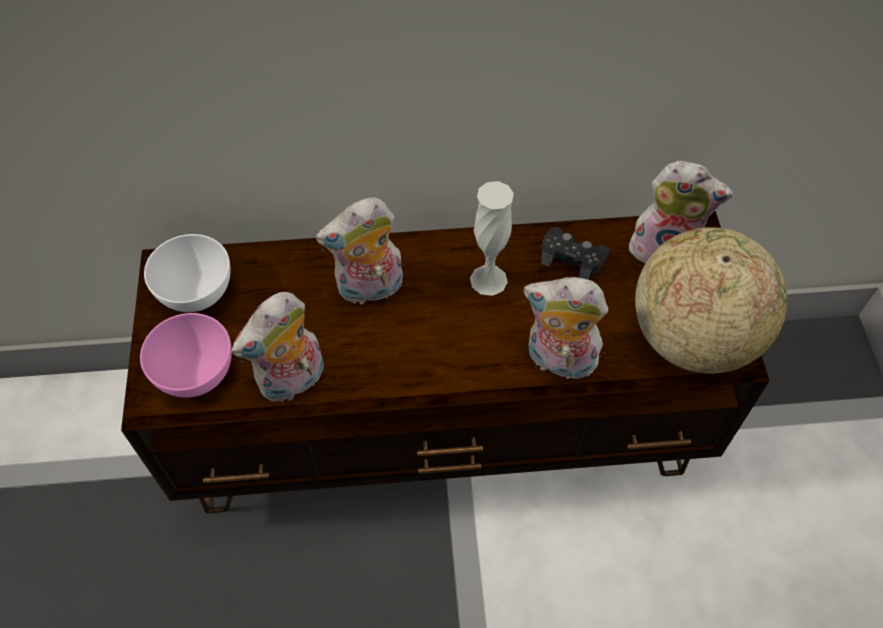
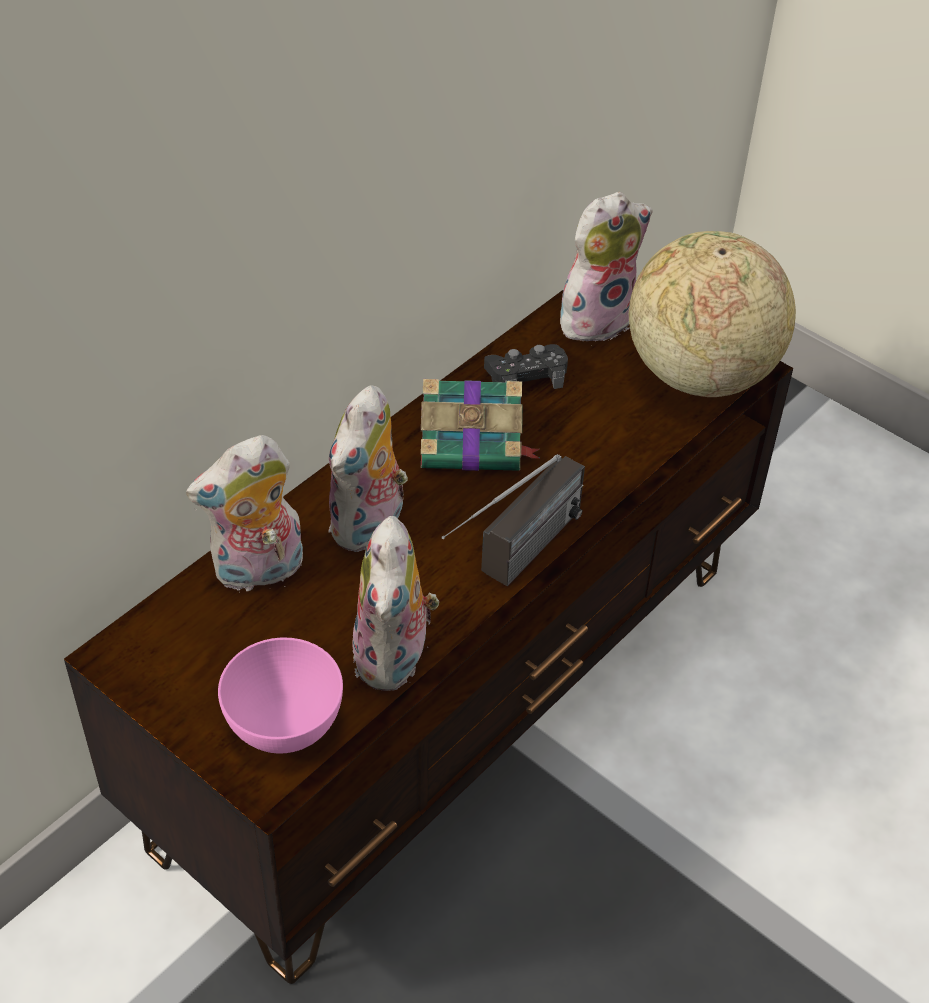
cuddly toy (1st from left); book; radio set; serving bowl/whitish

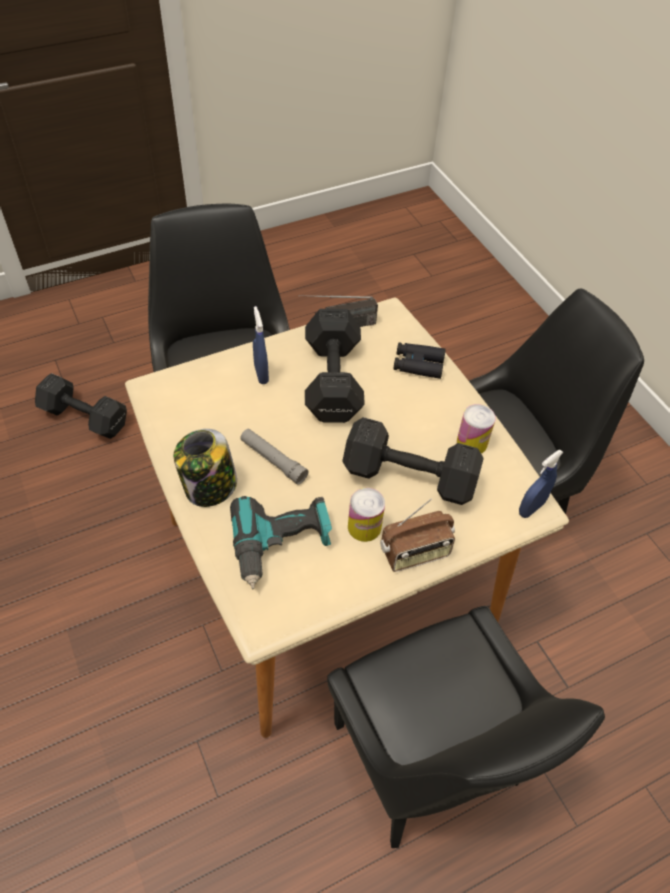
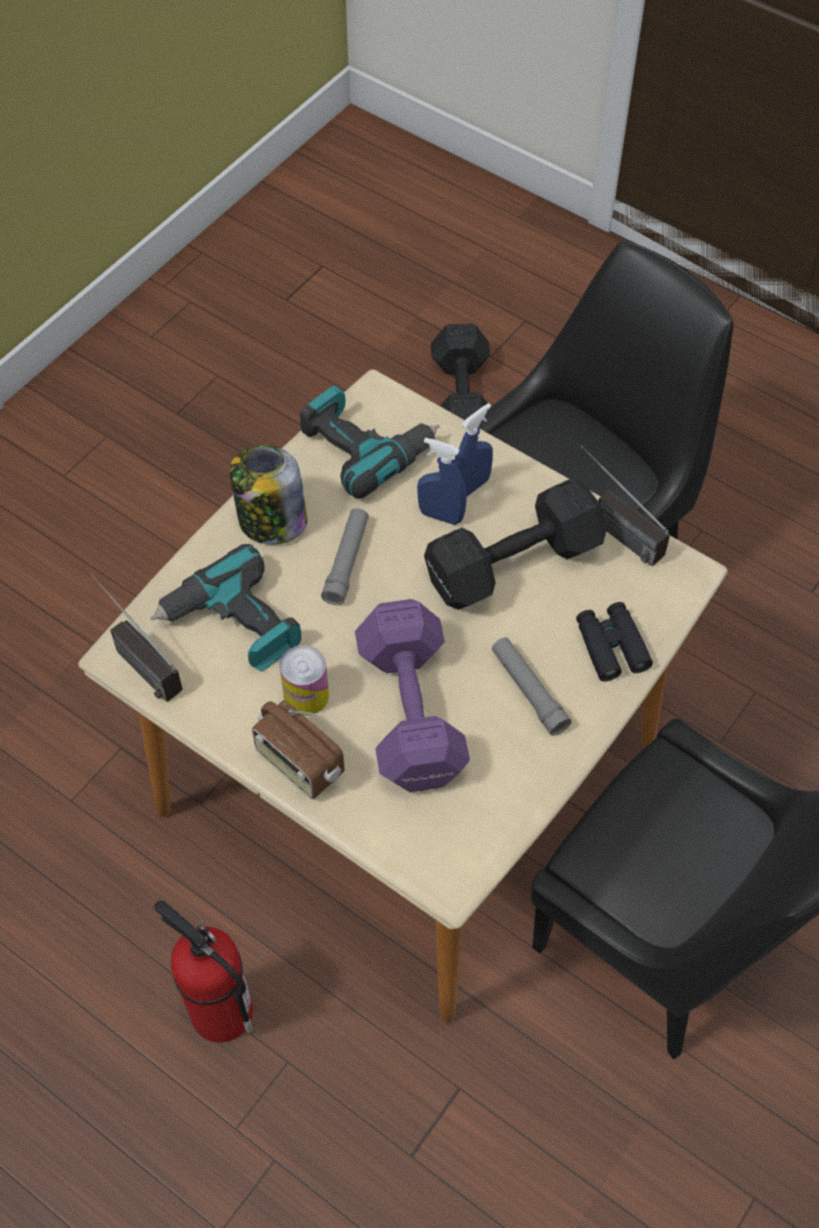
radio set (1st from left); fire-fighting cylinder; drill (2nd from left); dumbbell/purplish; sprayer/blue-coloured (1st from left); flashlight/gray (2nd from left); metal can (2nd from left in the first image)

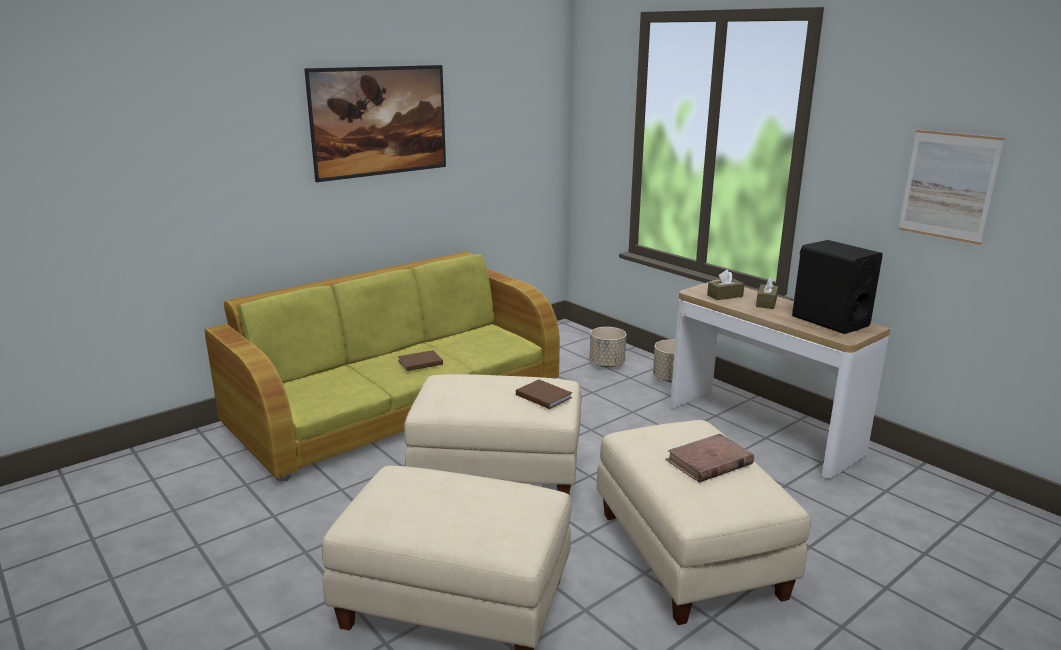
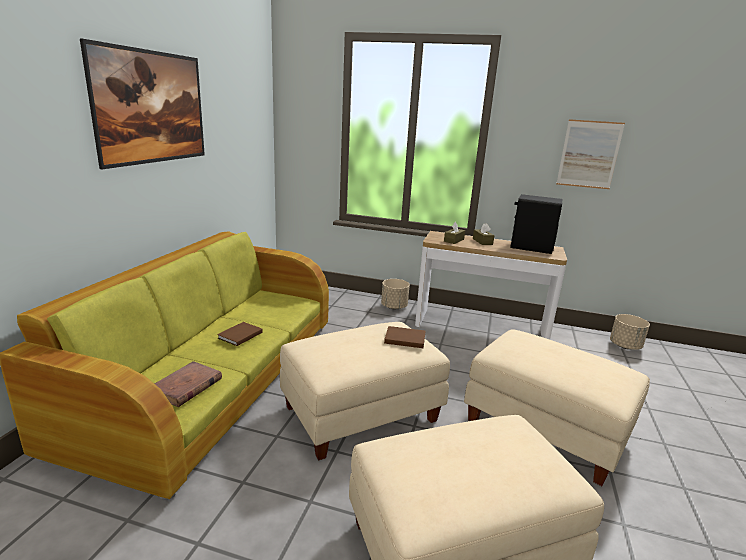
book/brownish (1st from left); flower pot/beige-coloured (2nd from left)

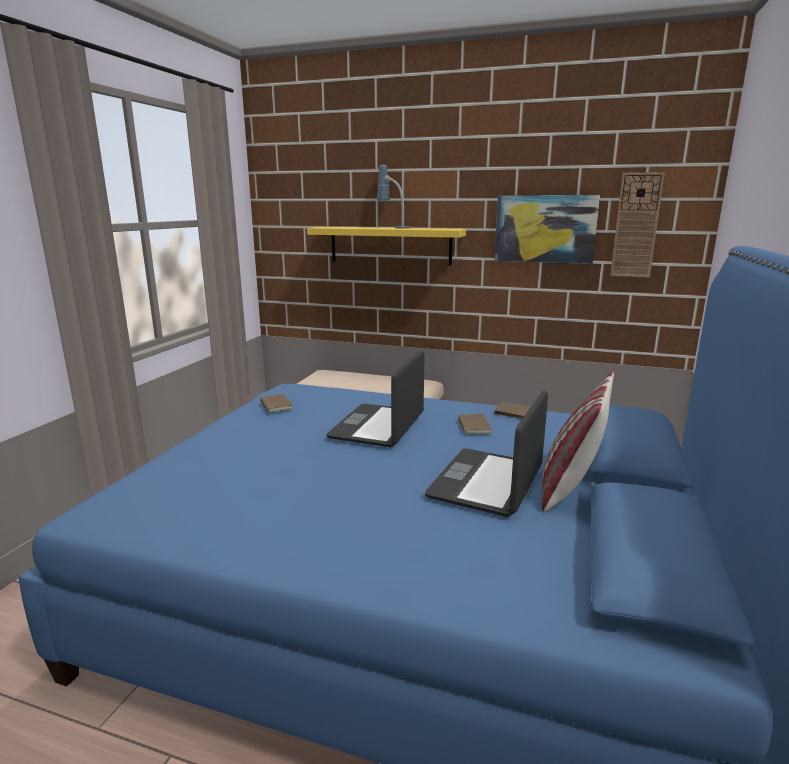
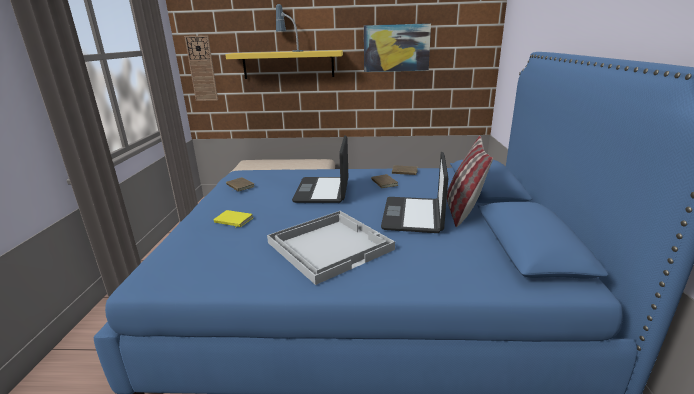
hanging clock; book/yellow; tray/whitish

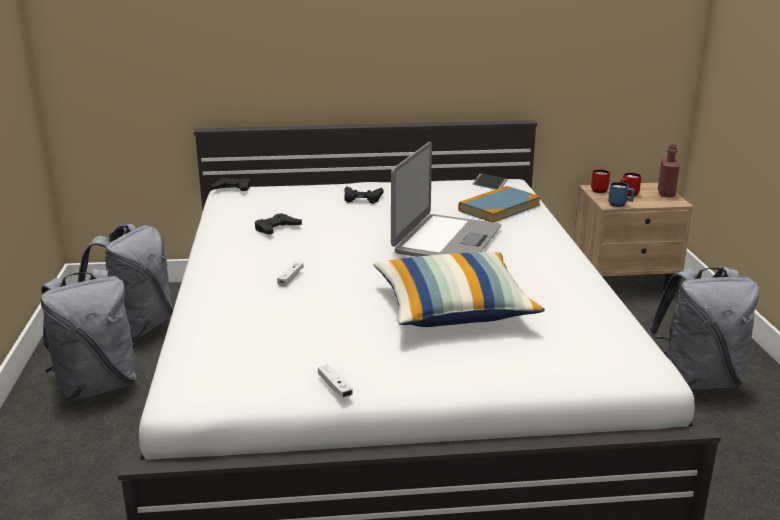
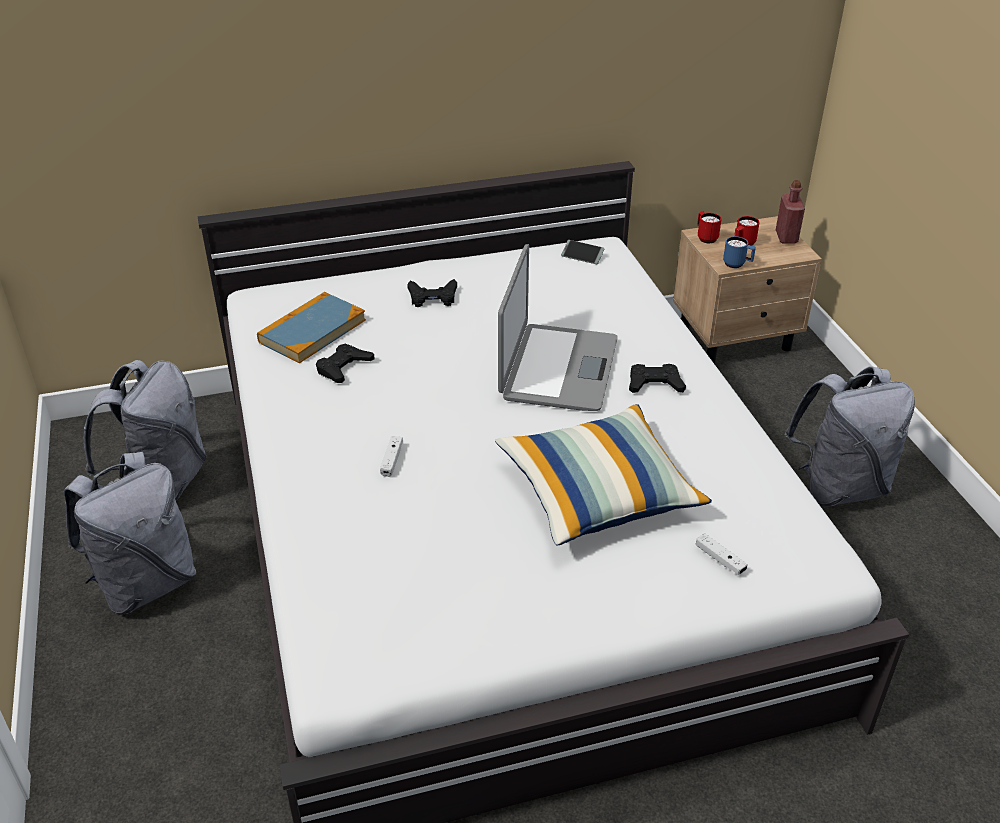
book; joypad/black-coloured (3rd from left); joypad/whitish (2nd from left)

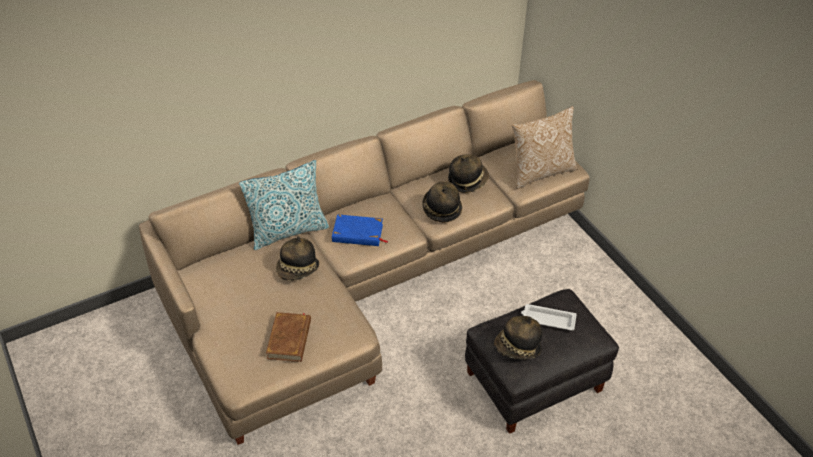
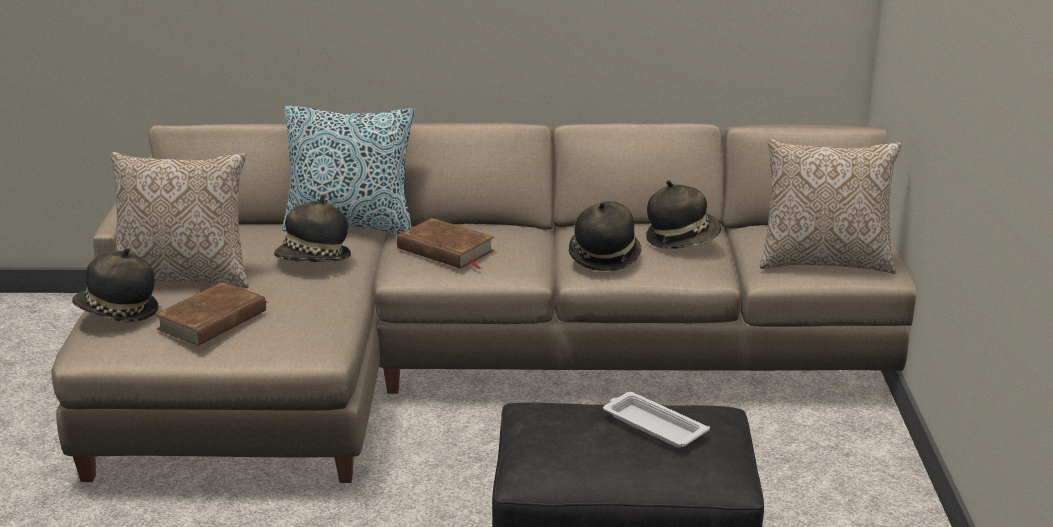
hat (1st from left); pillow (1st from left); book/brownish (2nd from left)

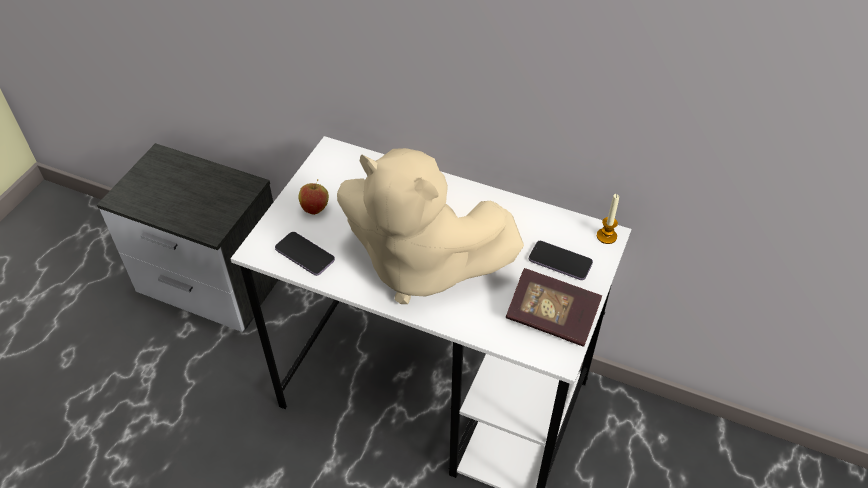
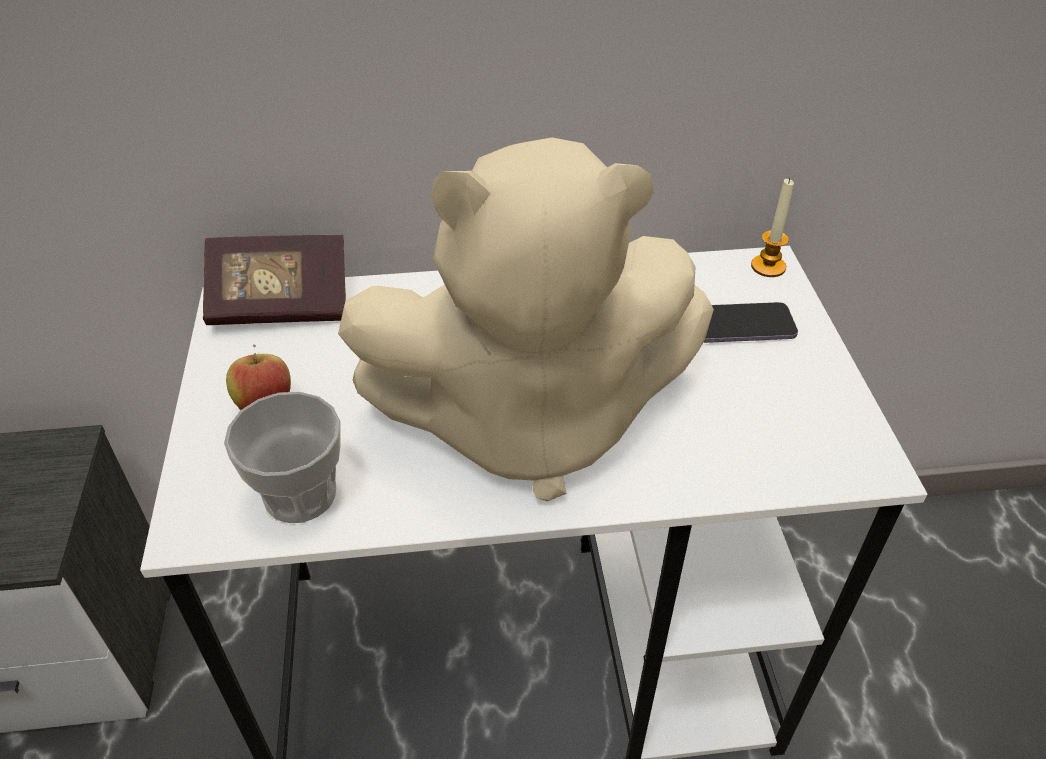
book; cup

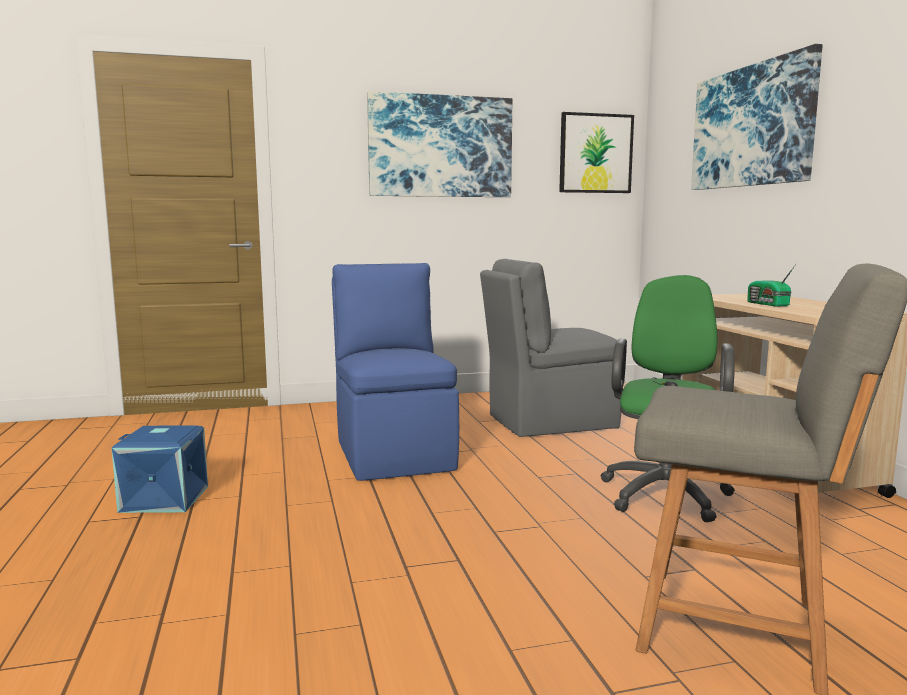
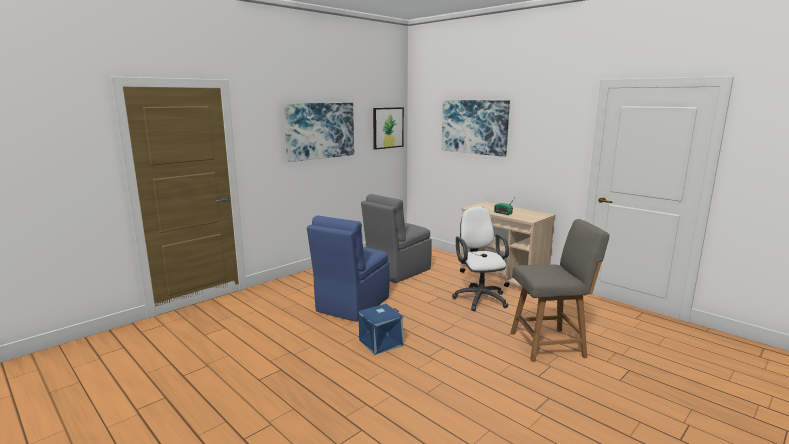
plain chair/blue-coloured; storage box/blue-coloured; computer chair/whitish

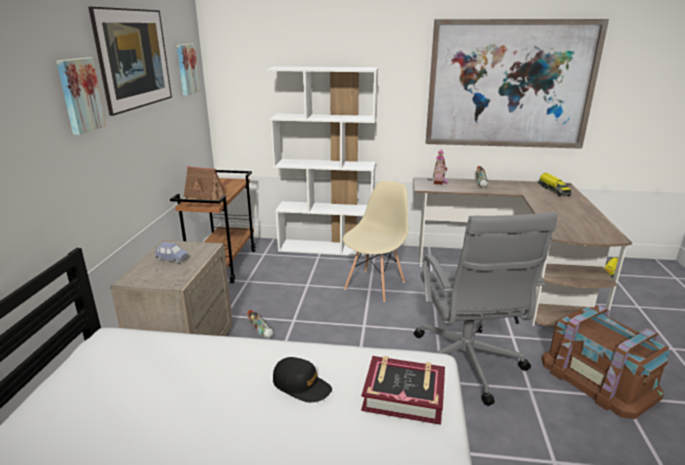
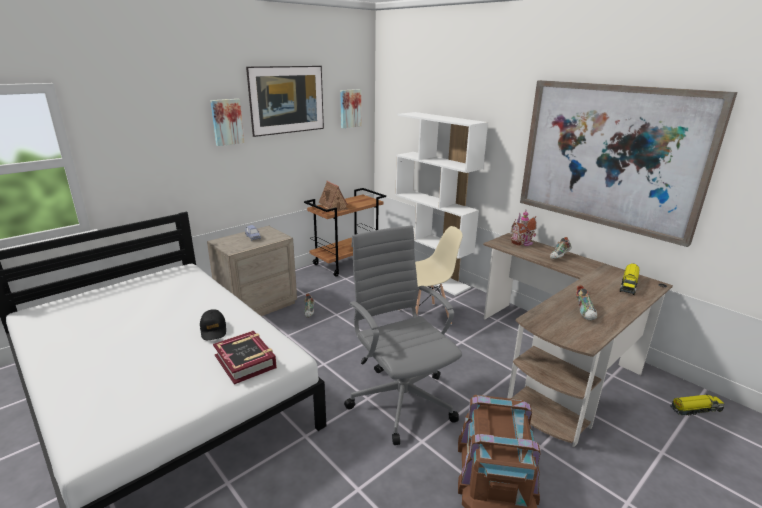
computer chair/gray; low shoe (3rd from left)

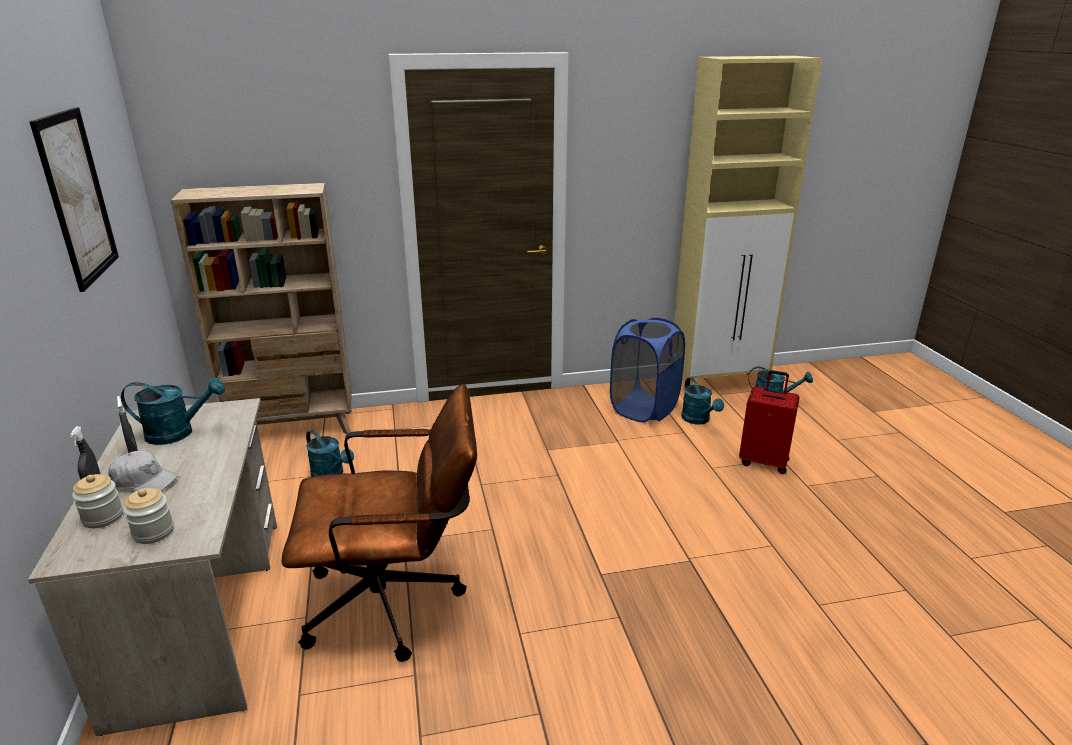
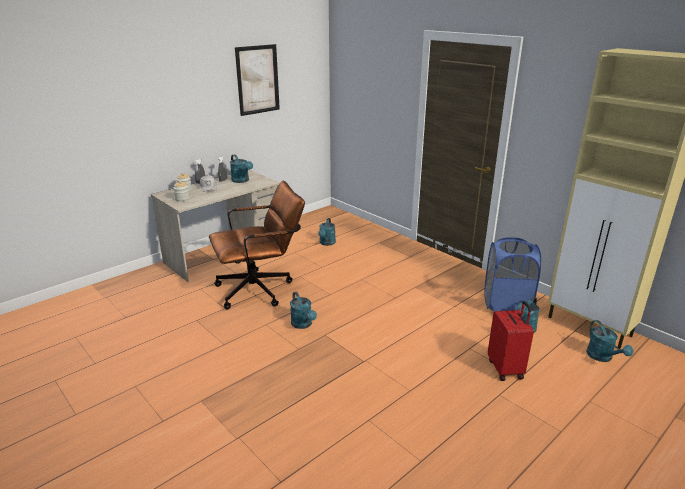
computer chair/brownish; sprinkling can/turquoise (2nd from left); bookcase/beige-coloured

